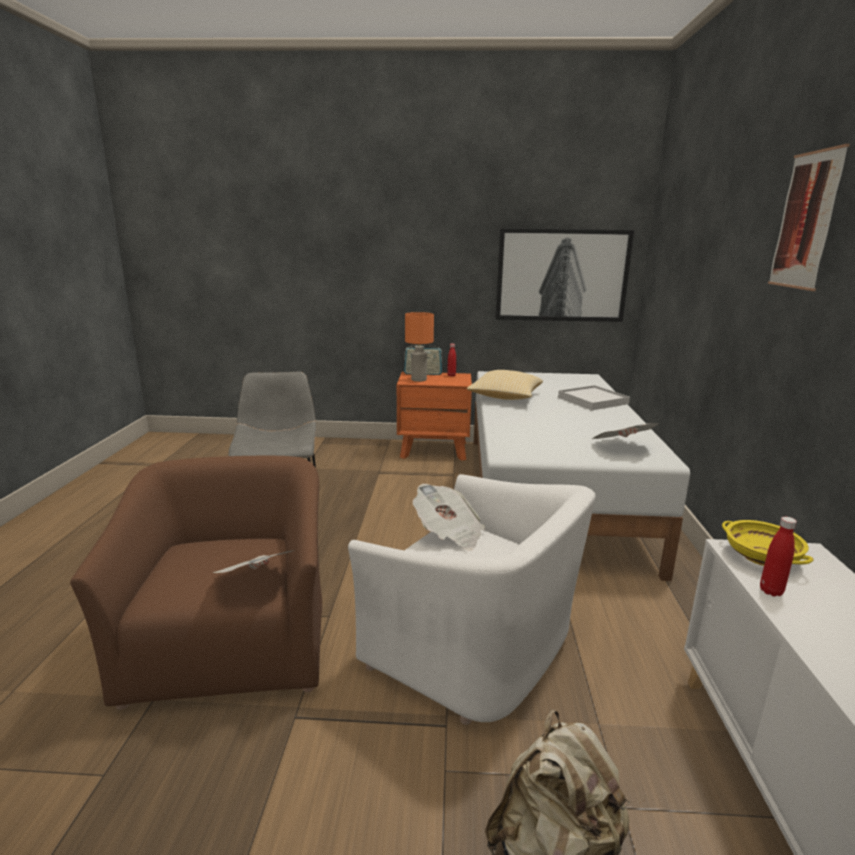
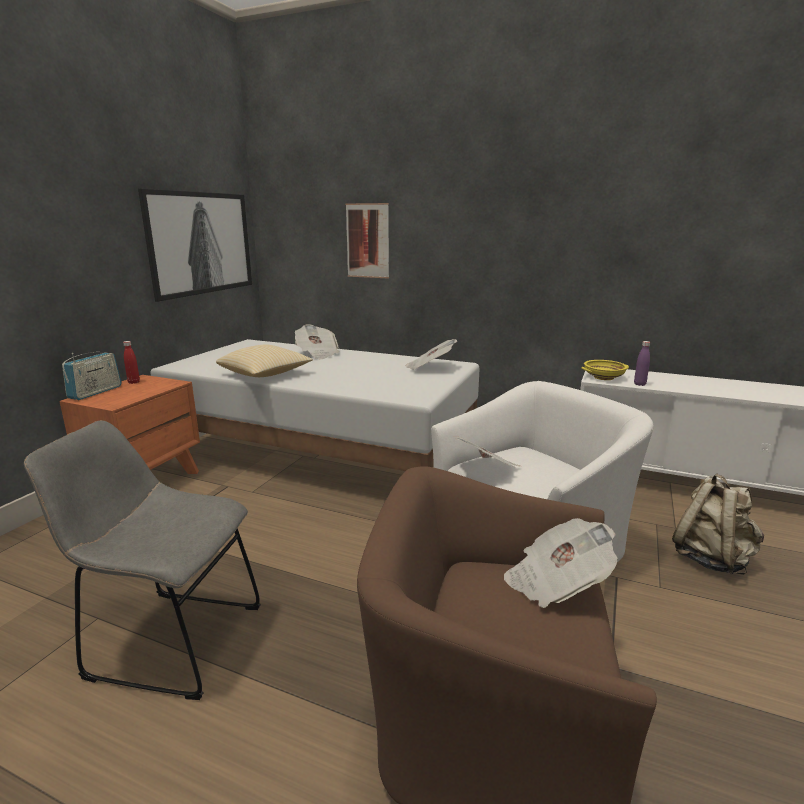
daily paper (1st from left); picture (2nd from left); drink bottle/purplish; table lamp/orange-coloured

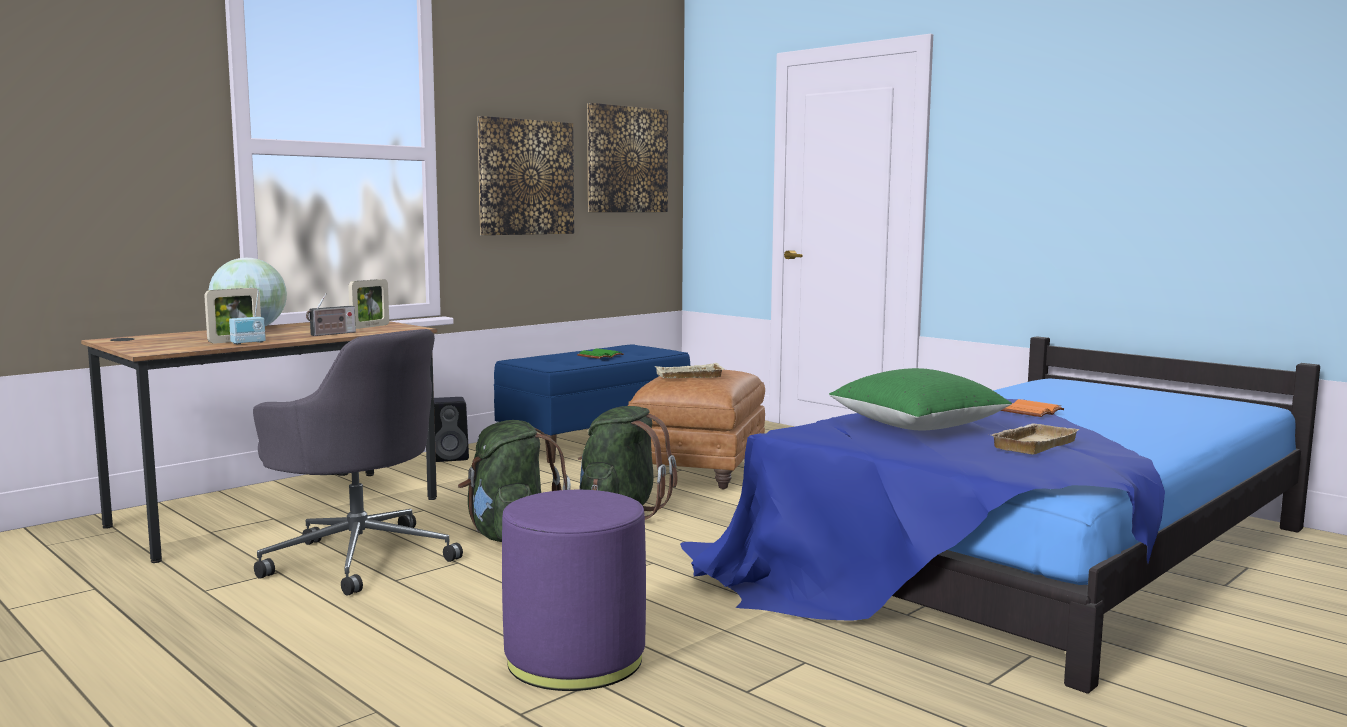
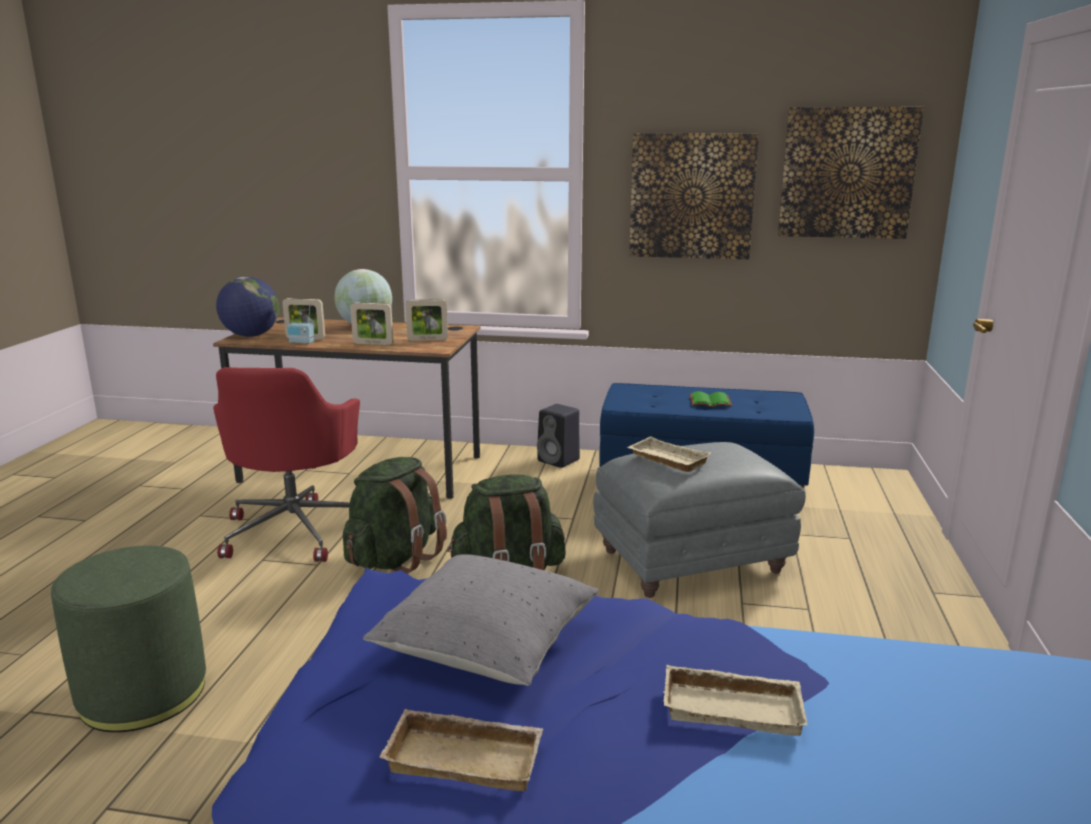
pouffe/green-coloured; computer chair/reddish; desk globe (1st from left); standing frame (2nd from left); pillow/gray; pouffe/gray; tray/beige-coloured (3rd from left)

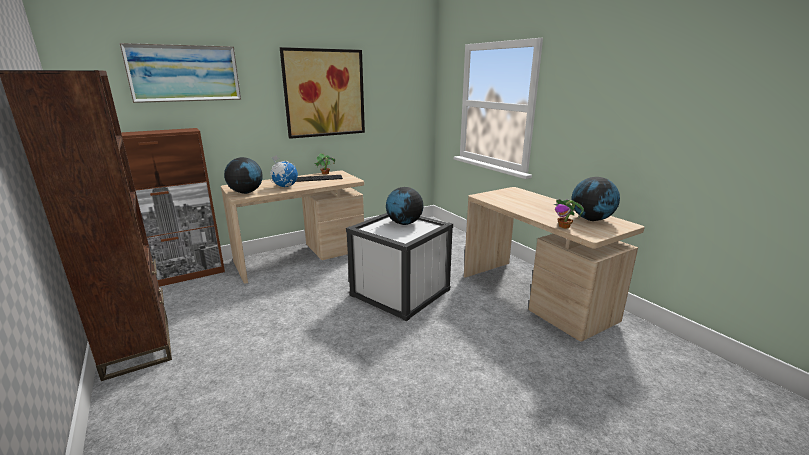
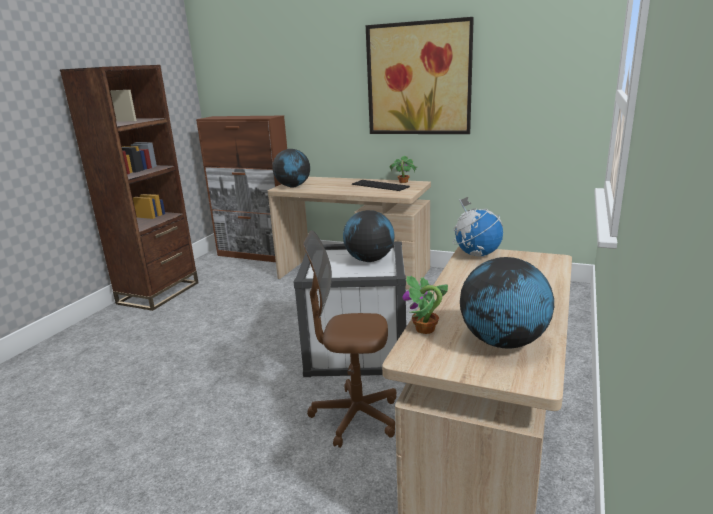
computer chair/brownish; desk globe (3rd from left); picture (1st from left in the first image)

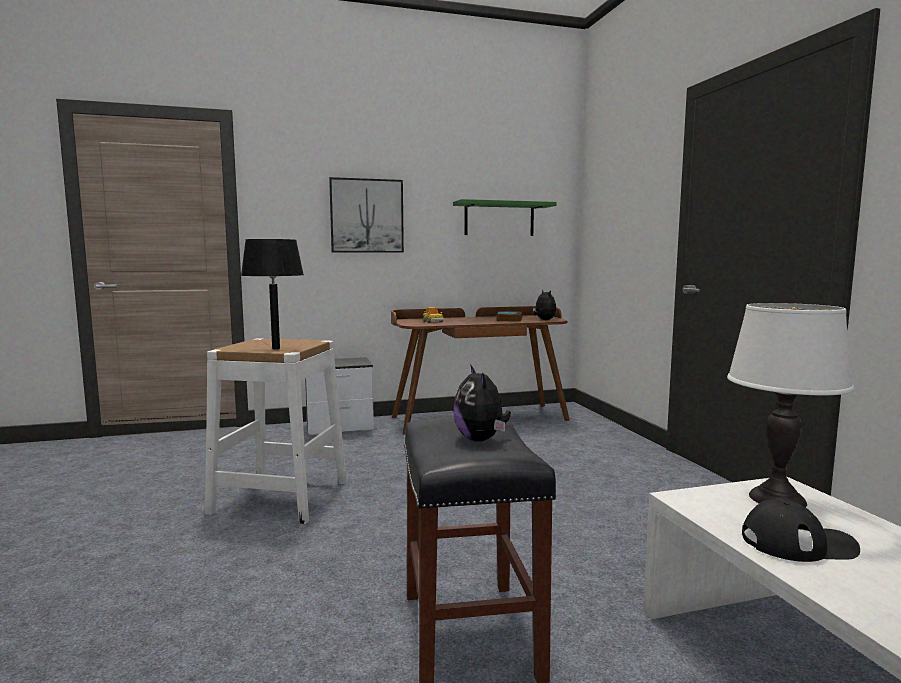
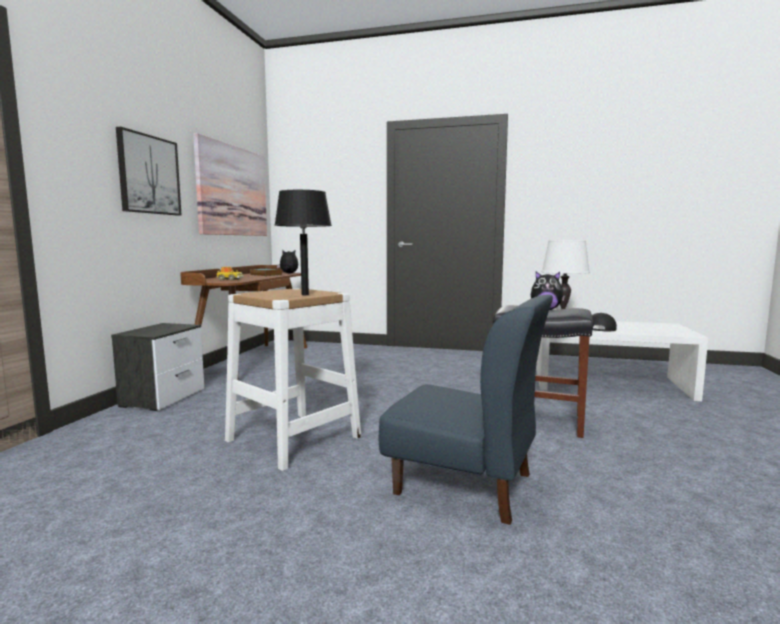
picture (2nd from left); plain chair/blue-coloured

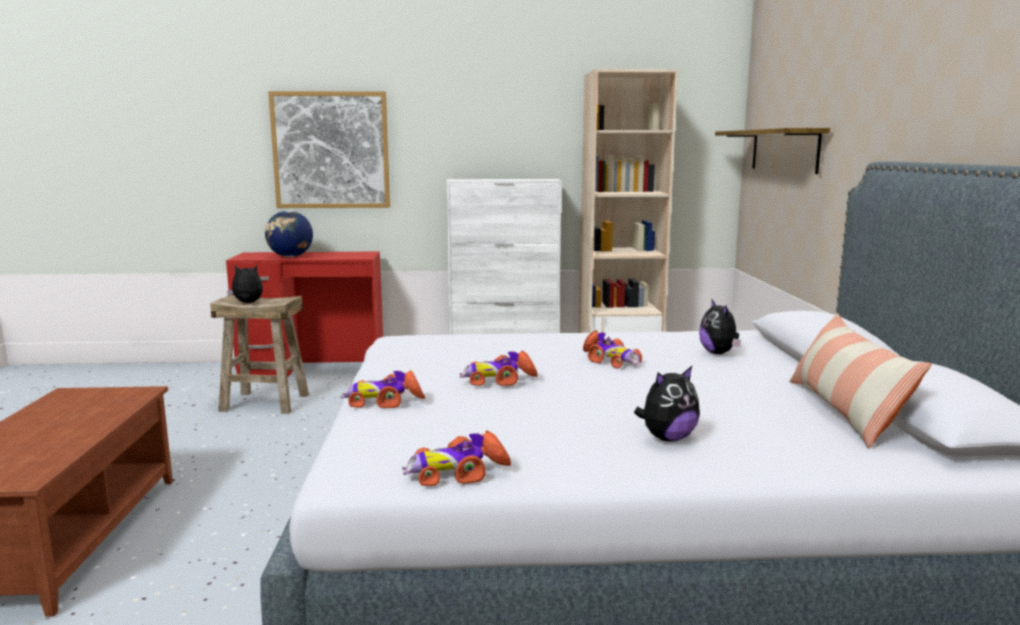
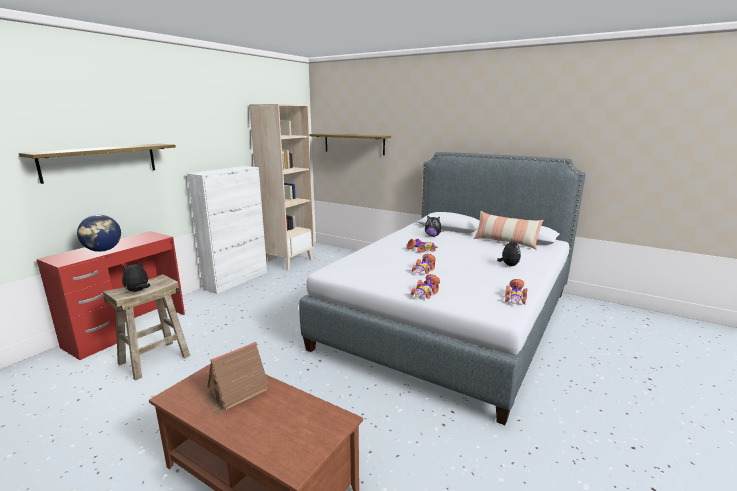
shelf (1st from left); toy house

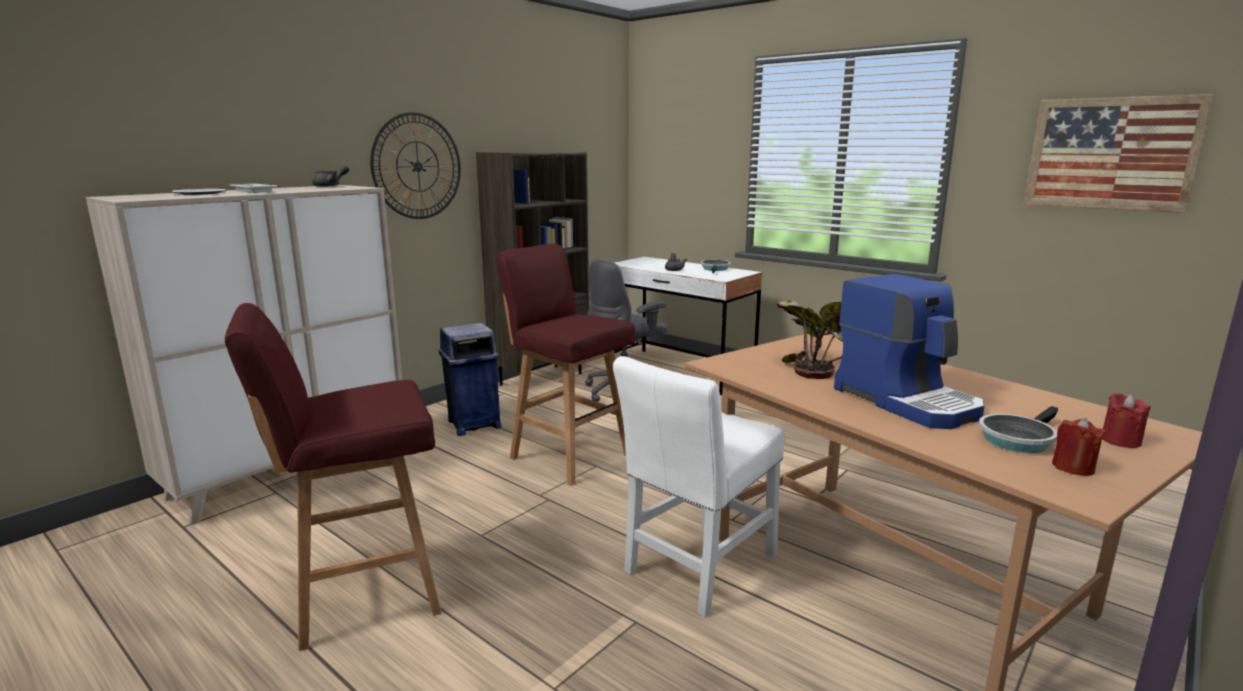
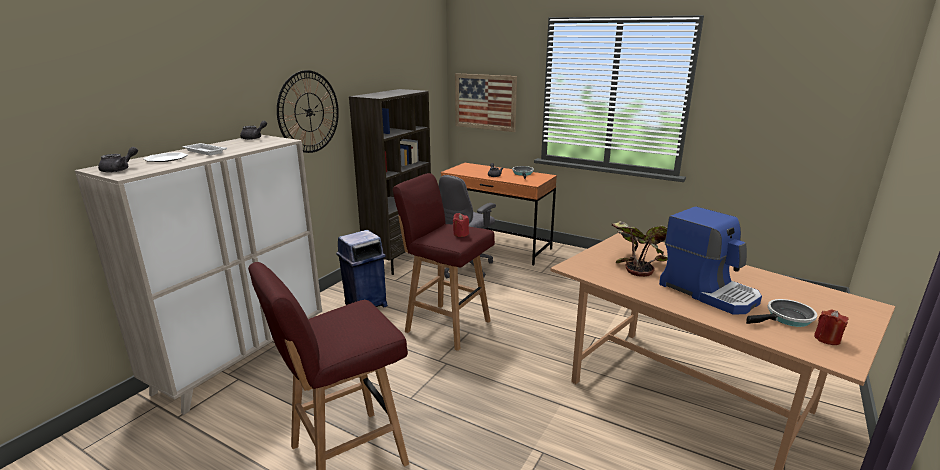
pot for tea/gray (1st from left); desk/orange-coloured; wax light/reddish (1st from left); picture; skillet (2nd from left); plain chair/whitish

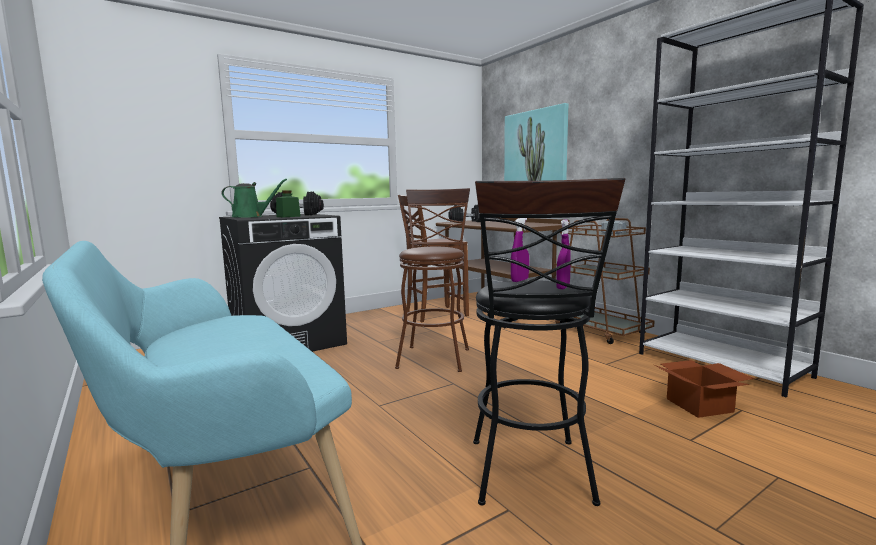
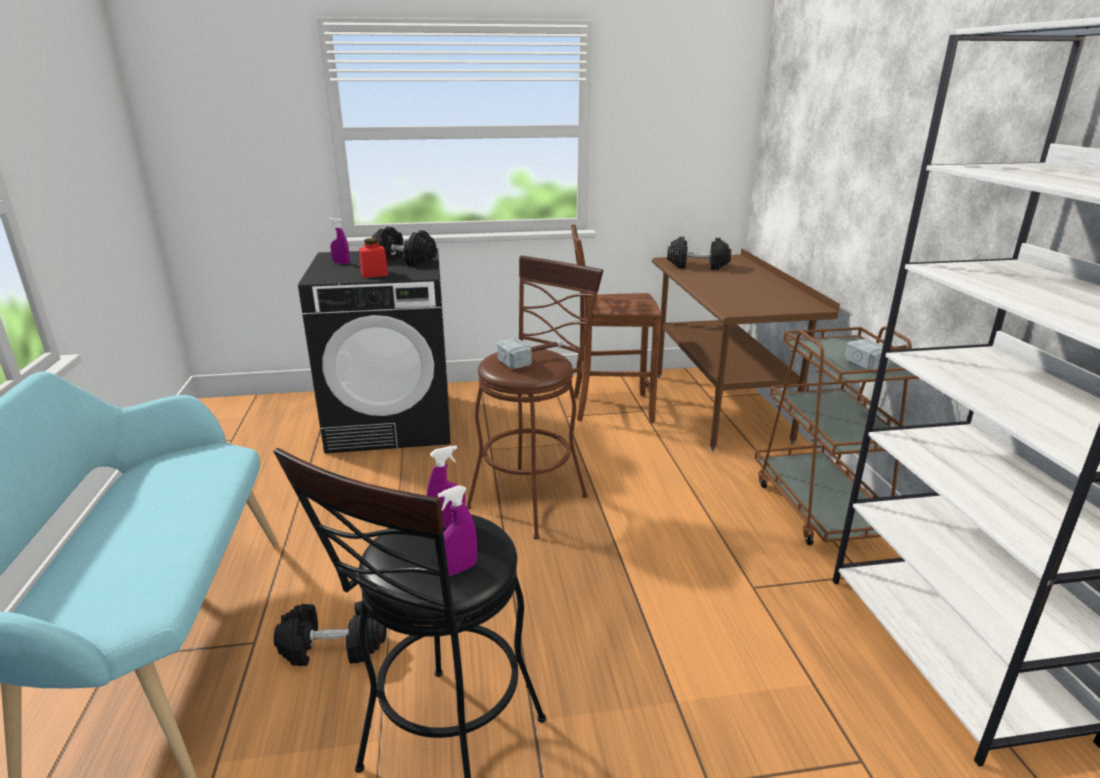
dumbbell/black-coloured (1st from left); sprayer/purplish (1st from left); storage jar/reddish; tool hammer (1st from left); picture; packing box

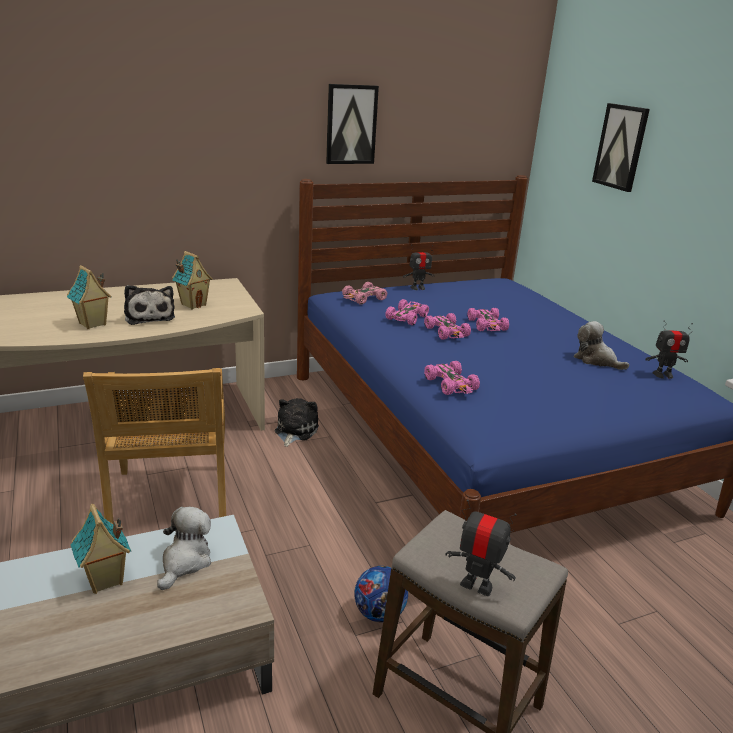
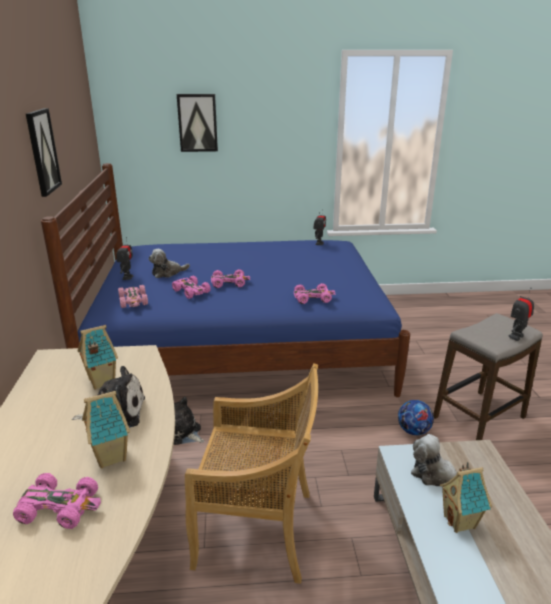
toy car/pinkish (1st from left); cuddly toy (2nd from left)

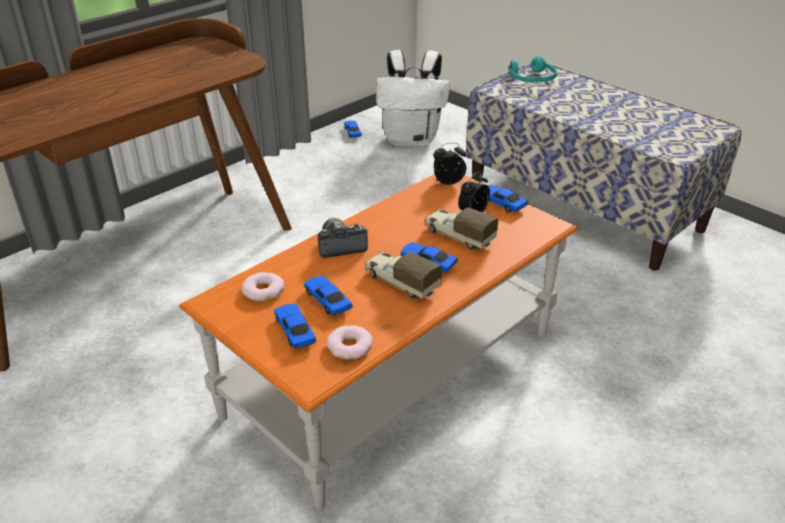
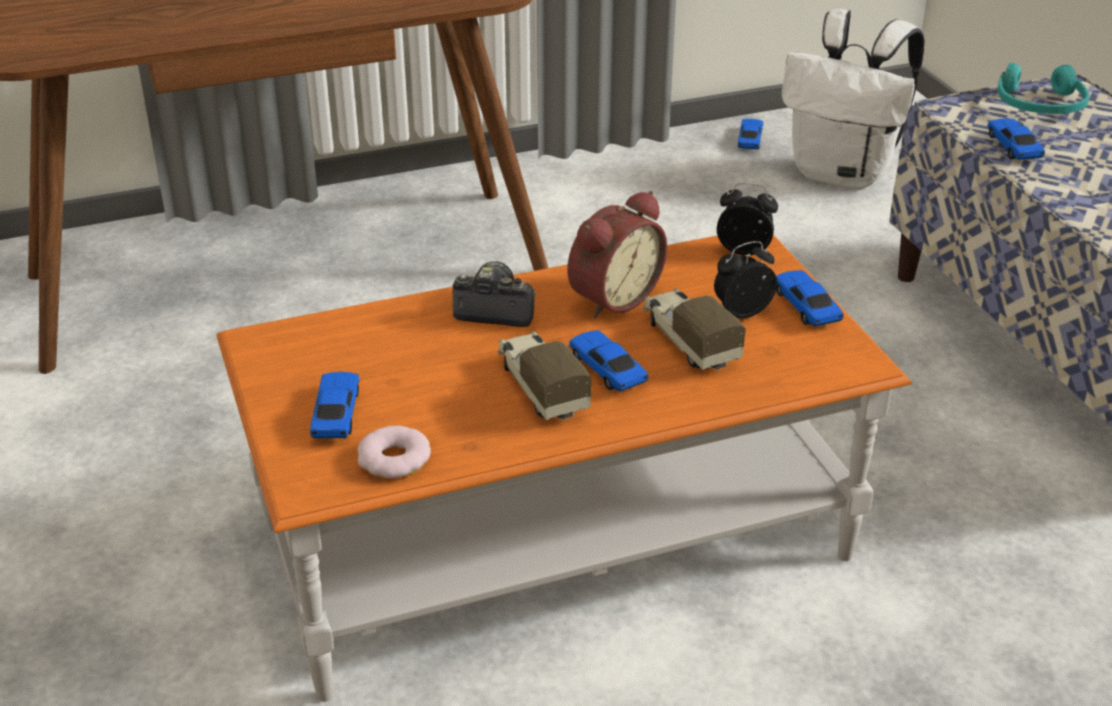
table clock (1st from left); toy car (5th from left); ring doughnut (1st from left in the first image)

